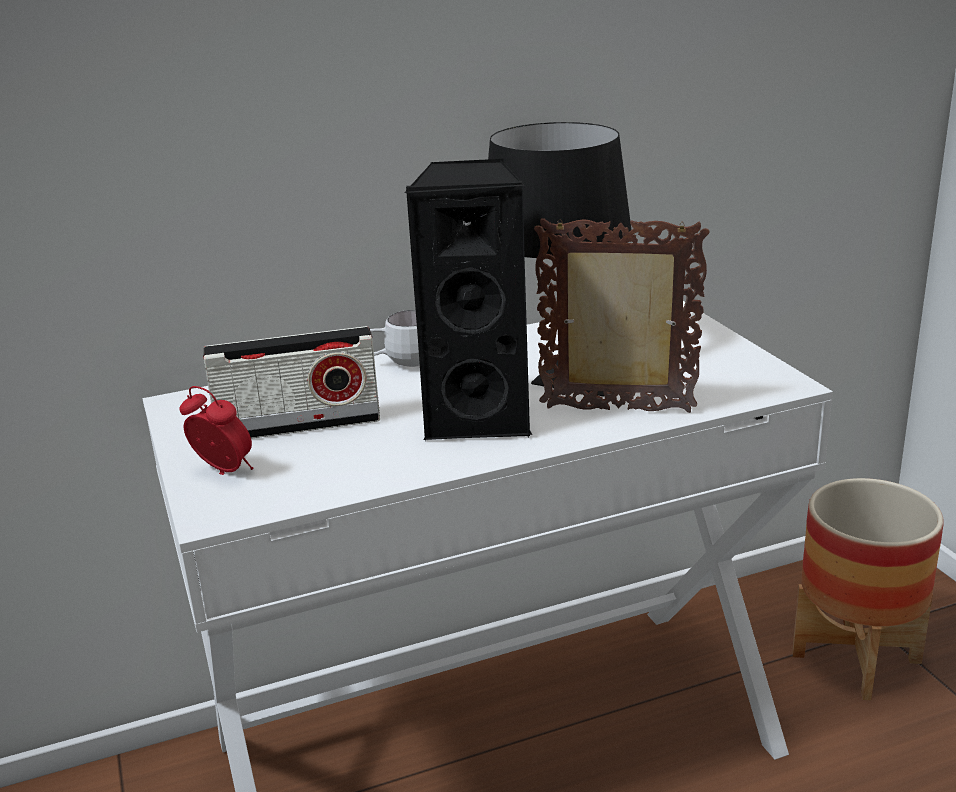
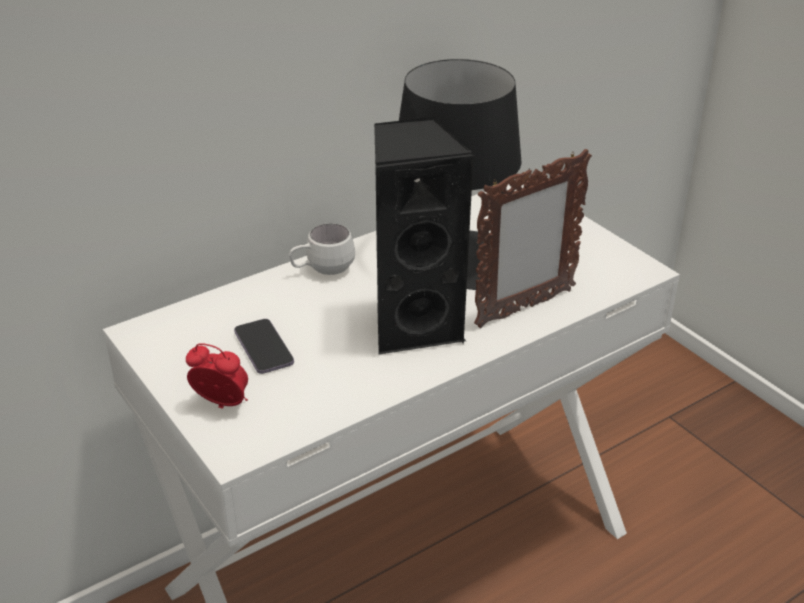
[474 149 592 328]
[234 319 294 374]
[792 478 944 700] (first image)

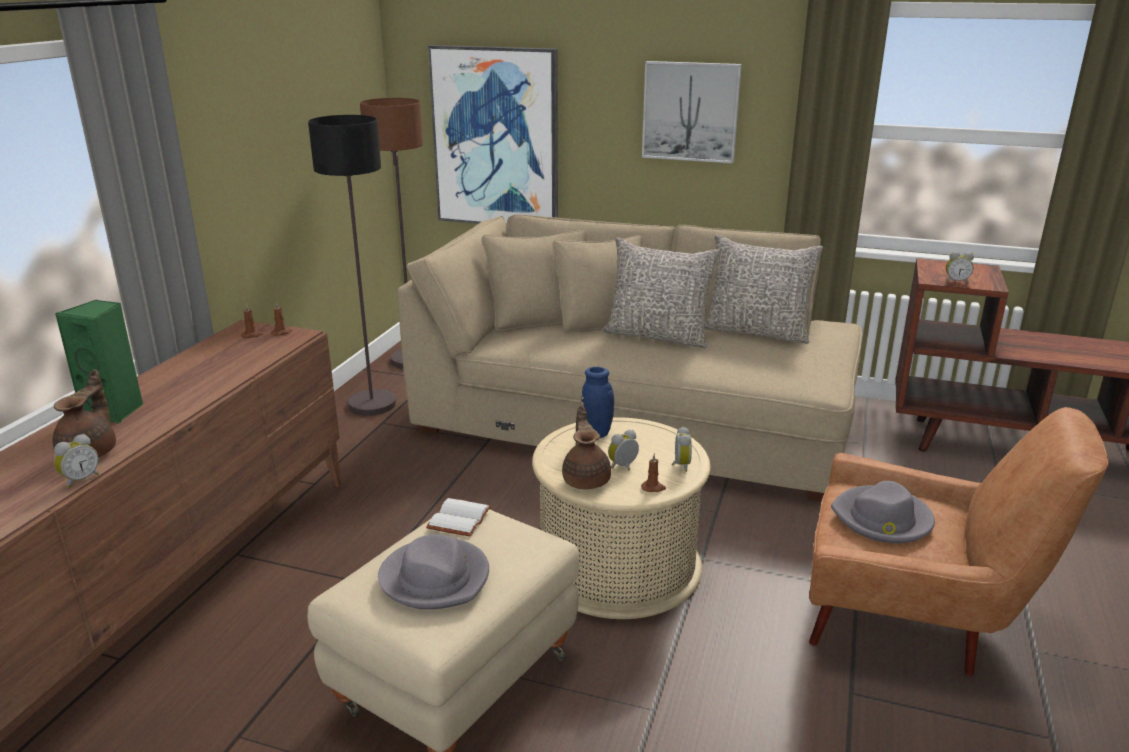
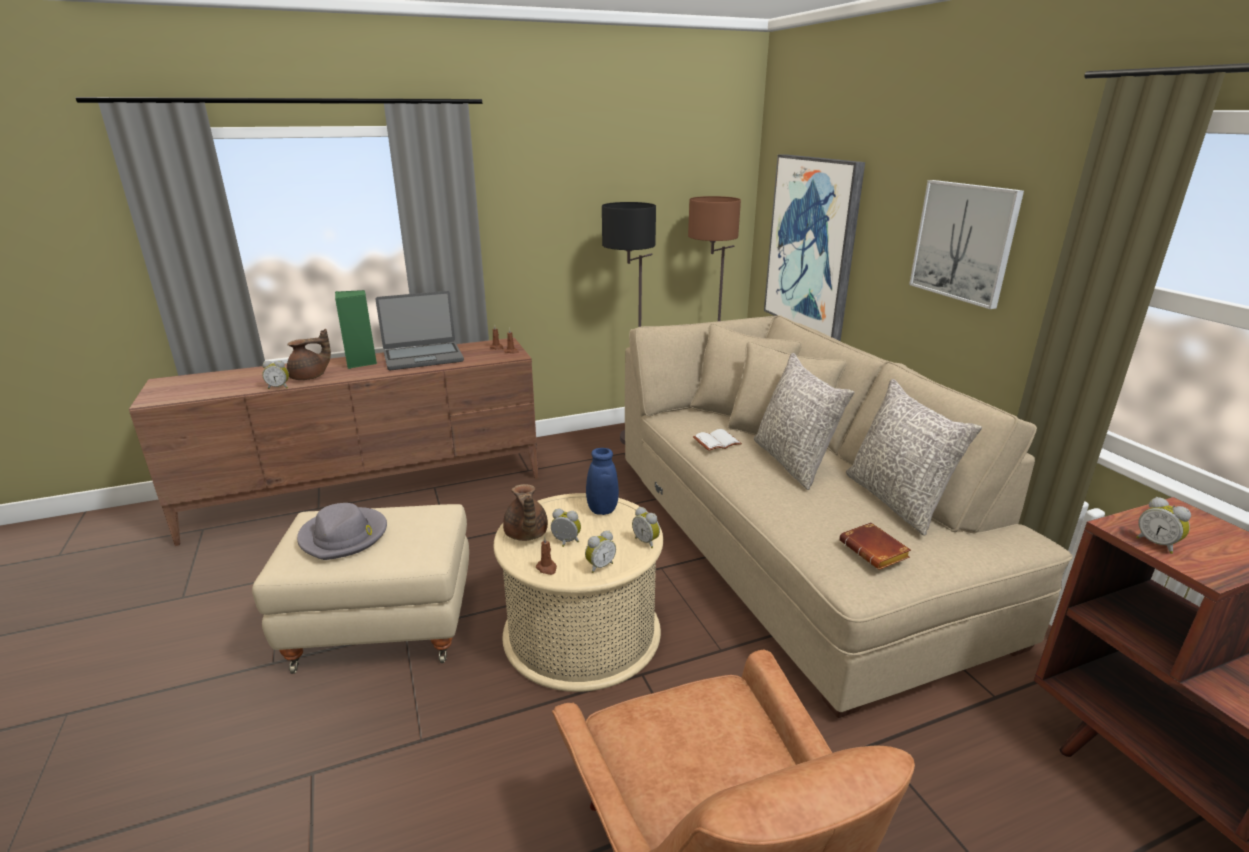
[503 484 548 541]
[831 481 935 543] (first image)
[693 429 742 451]
[375 291 464 370]
[632 507 660 548]
[839 522 911 570]

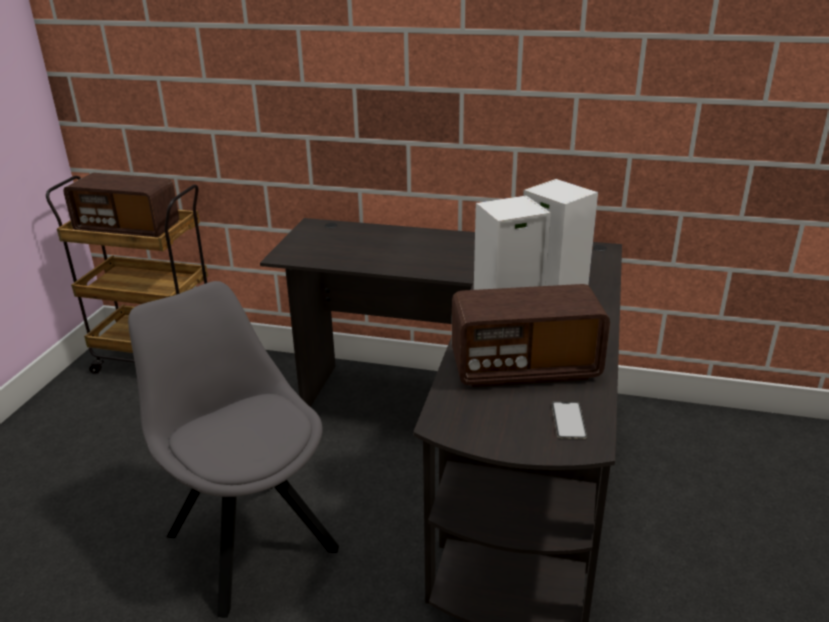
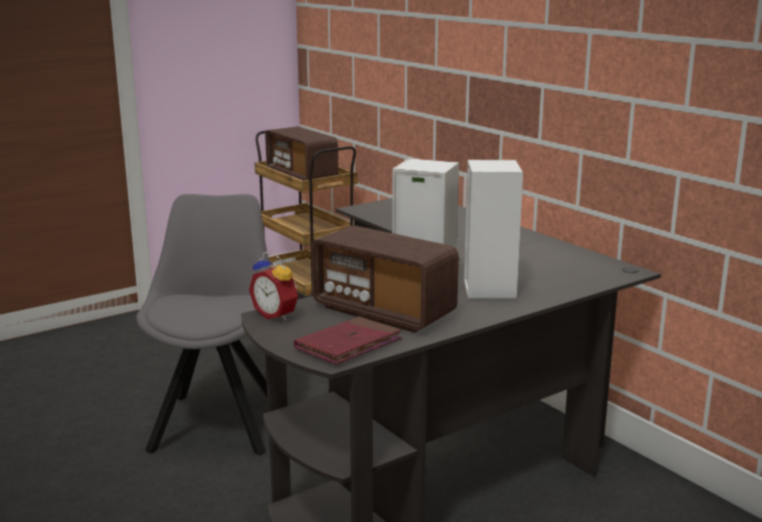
[294 316 401 364]
[249 252 298 321]

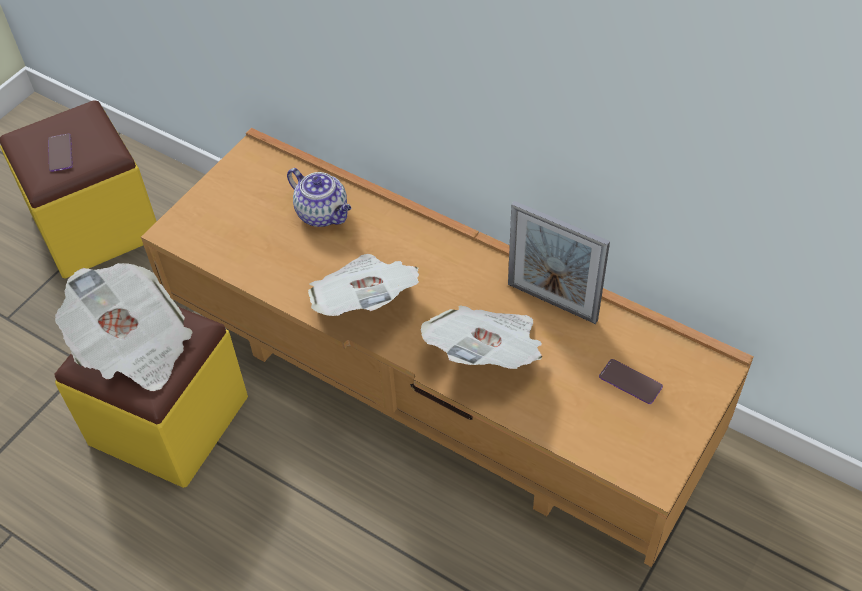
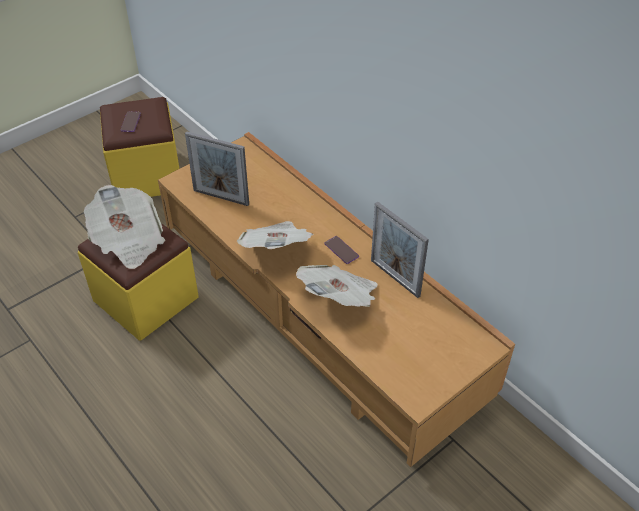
[287 168 351 227] (first image)
[324 236 359 264]
[185 131 249 206]

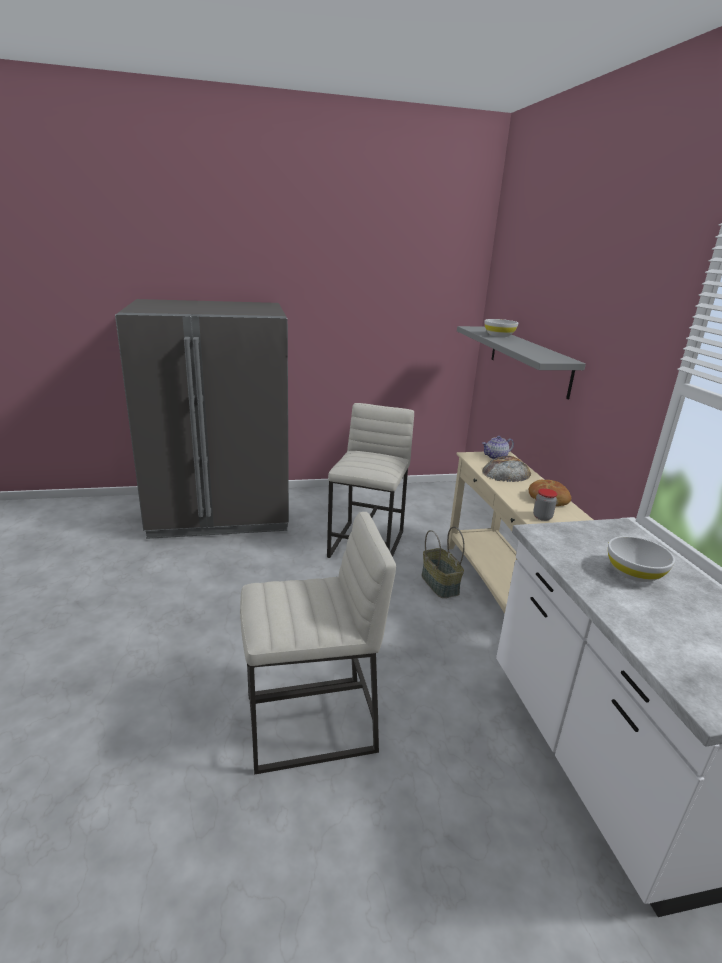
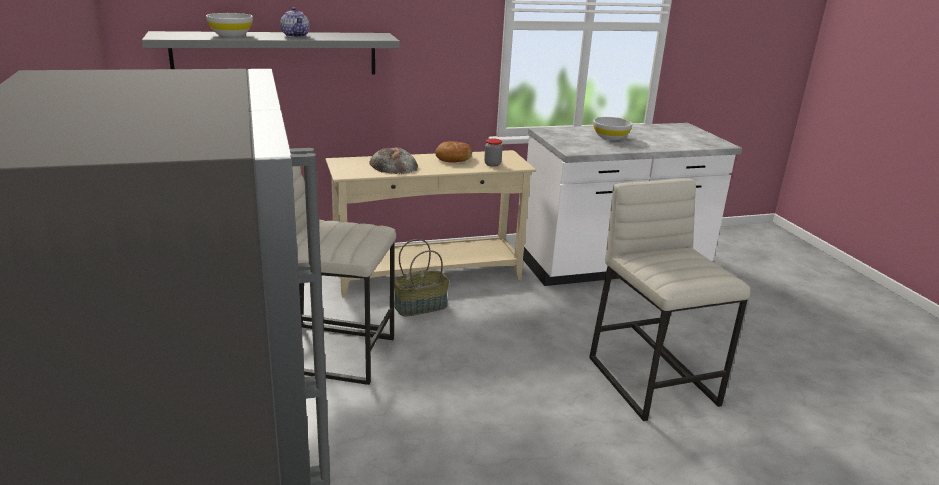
[280 7 309 37]

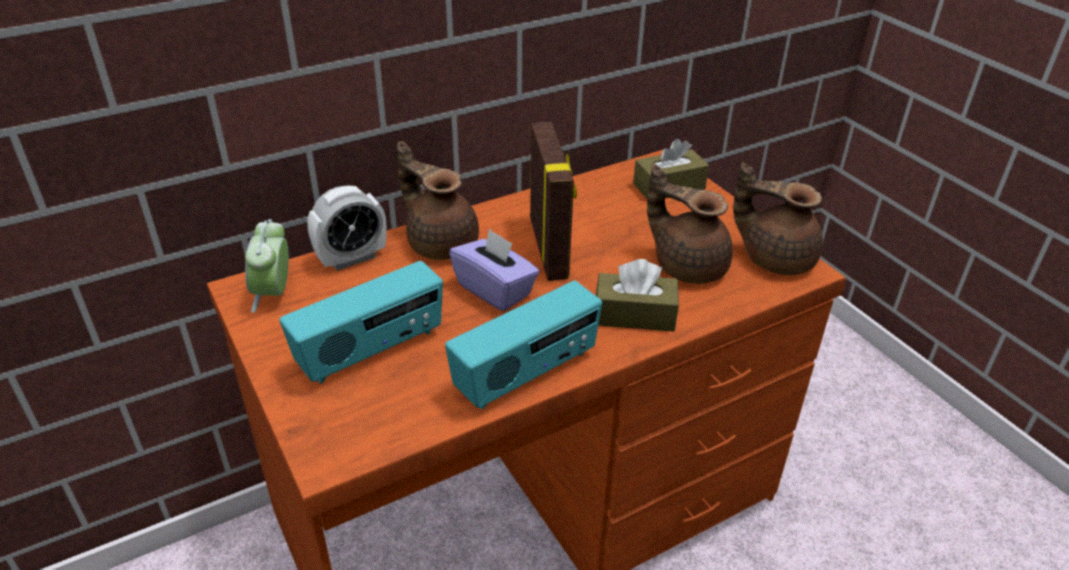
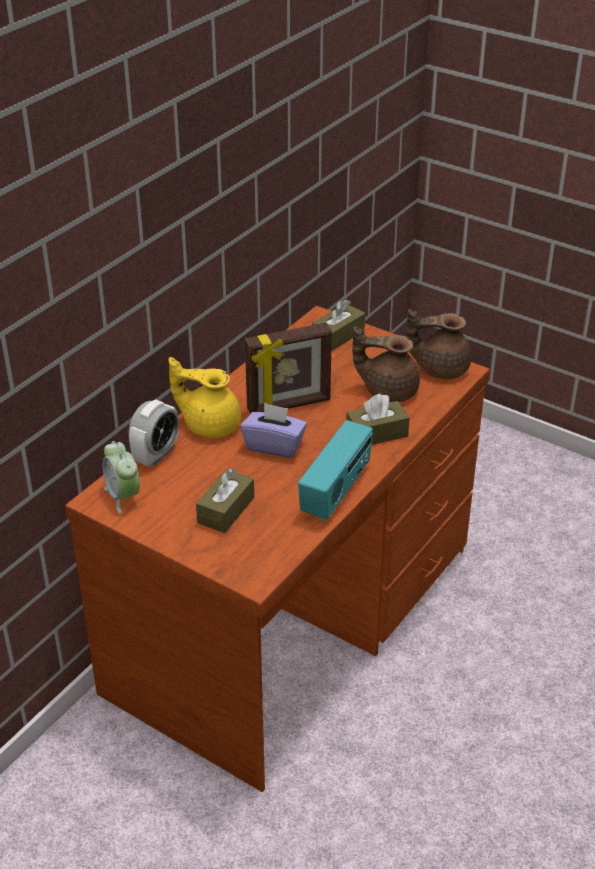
[245 323 332 414]
[169 357 241 438]
[196 468 254 533]

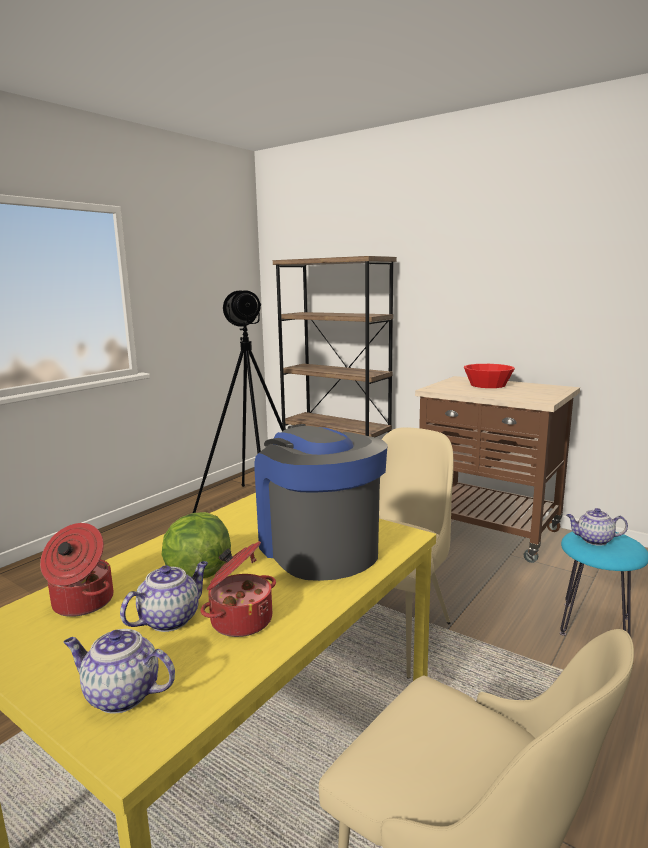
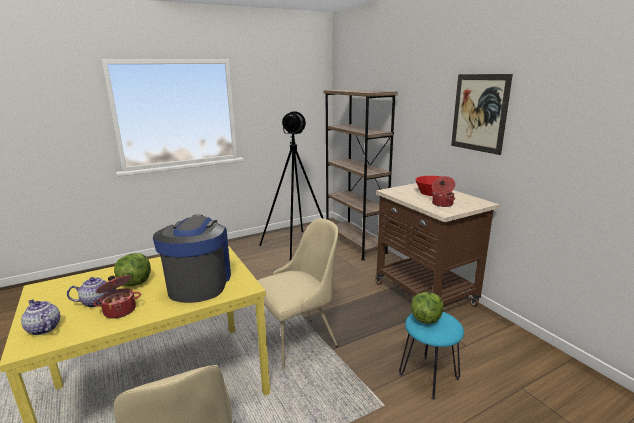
[411 292 443 324]
[431 176 456 207]
[451 74 513 155]

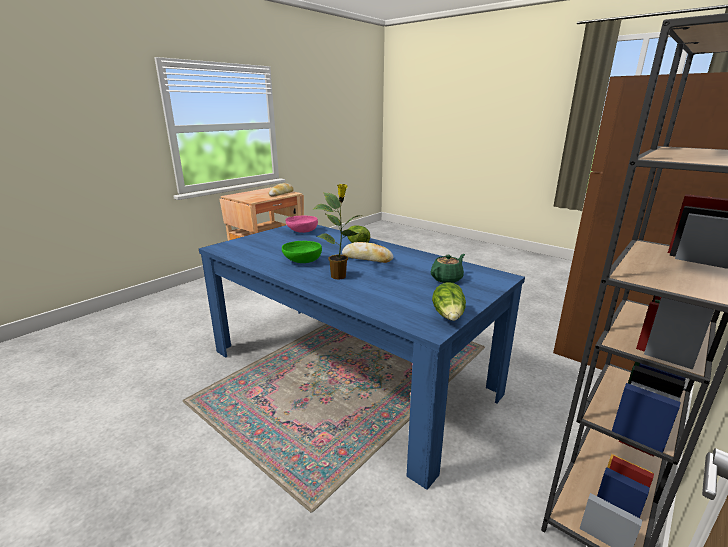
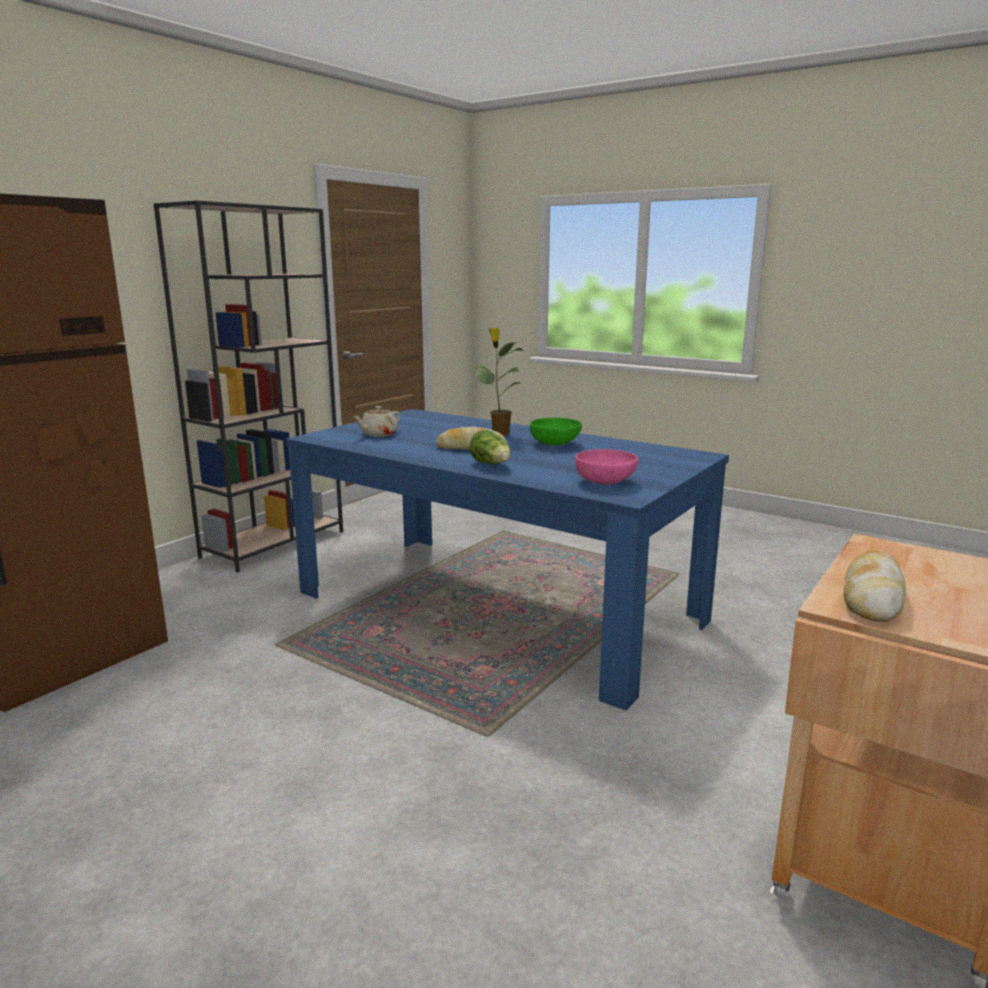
[354 406 400 437]
[432 282 466 321] (first image)

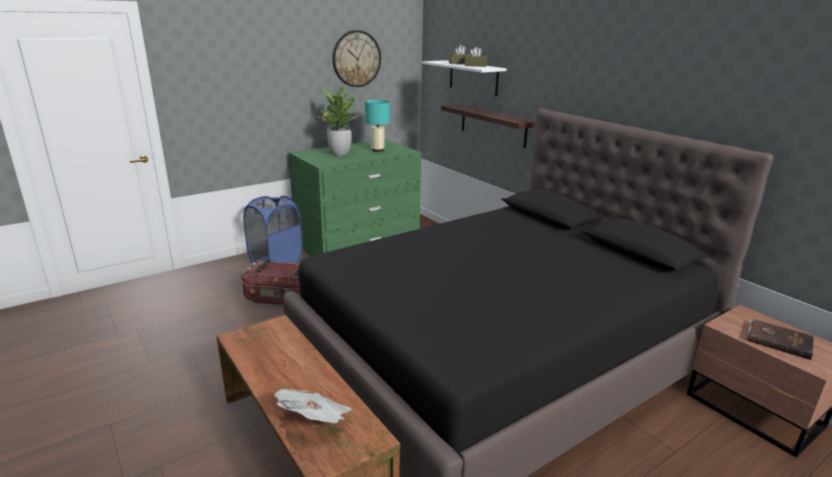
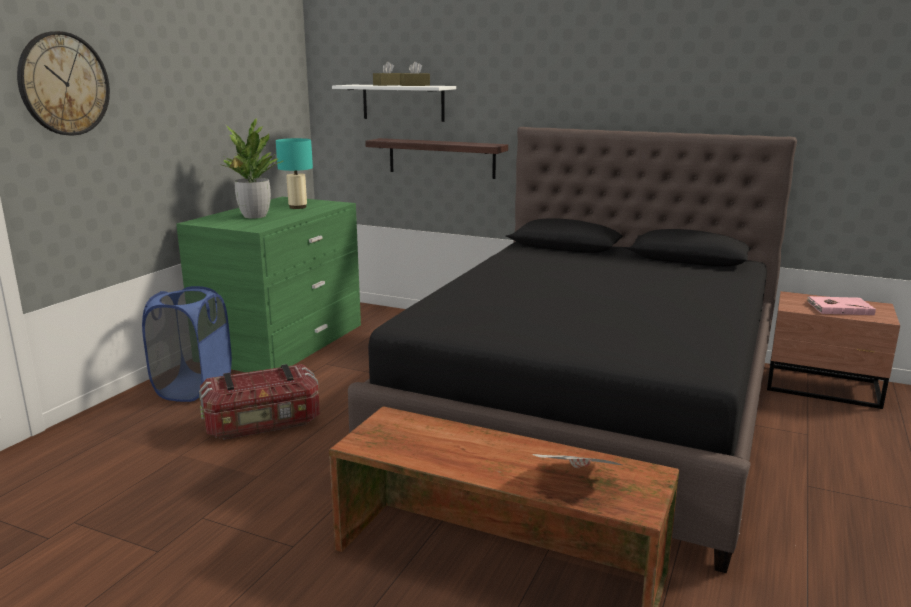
[17 31 110 135]
[807 296 876 315]

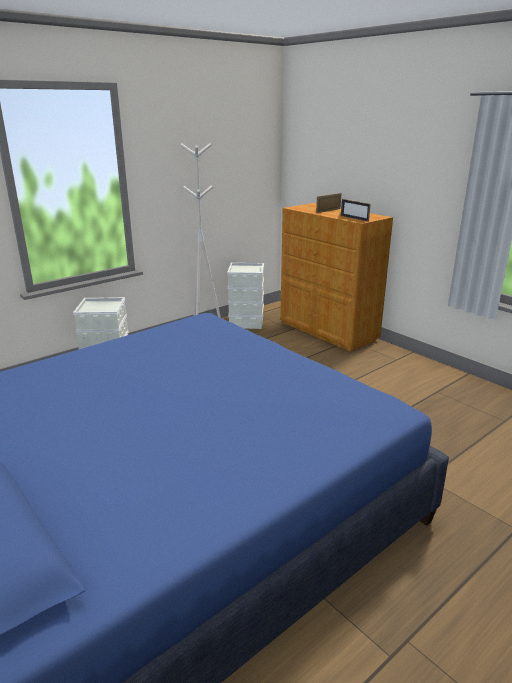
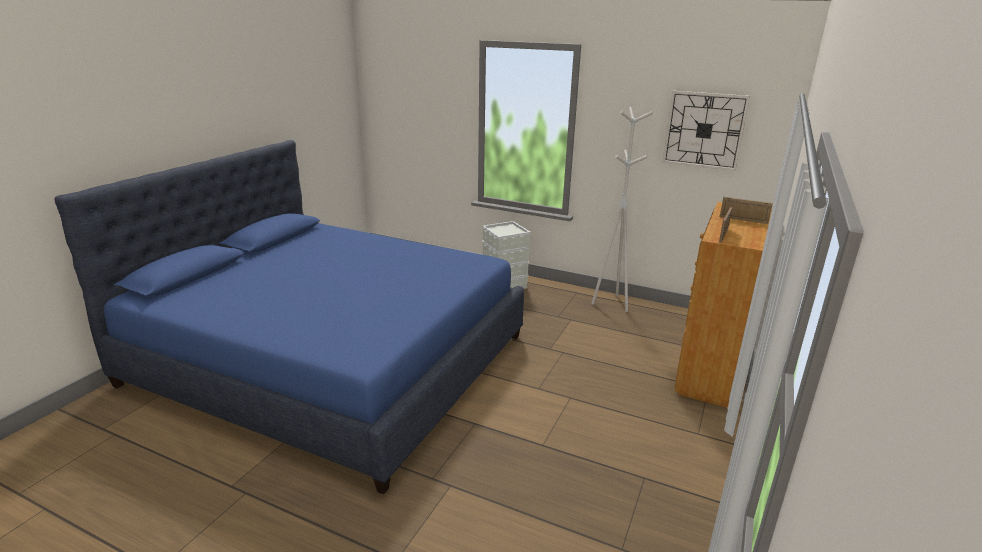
[227 263 264 329] (first image)
[662 91 750 171]

